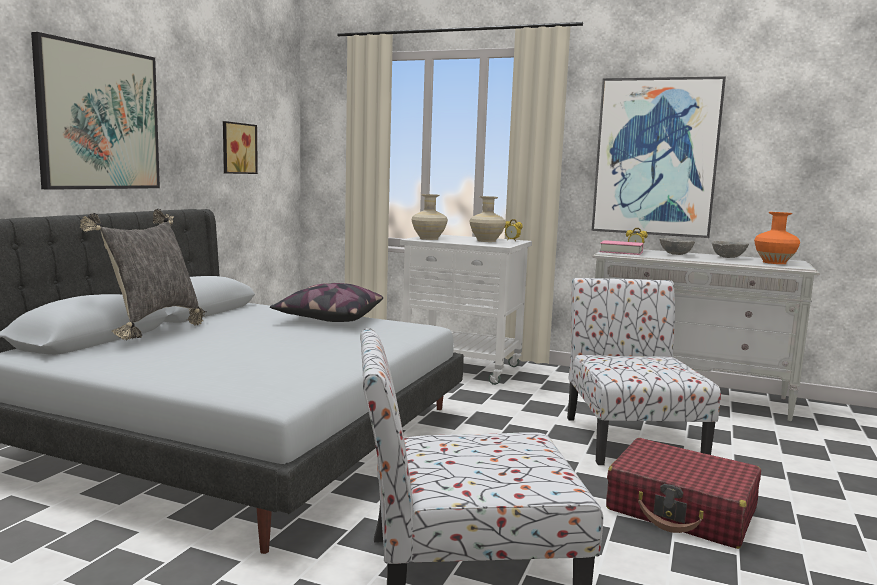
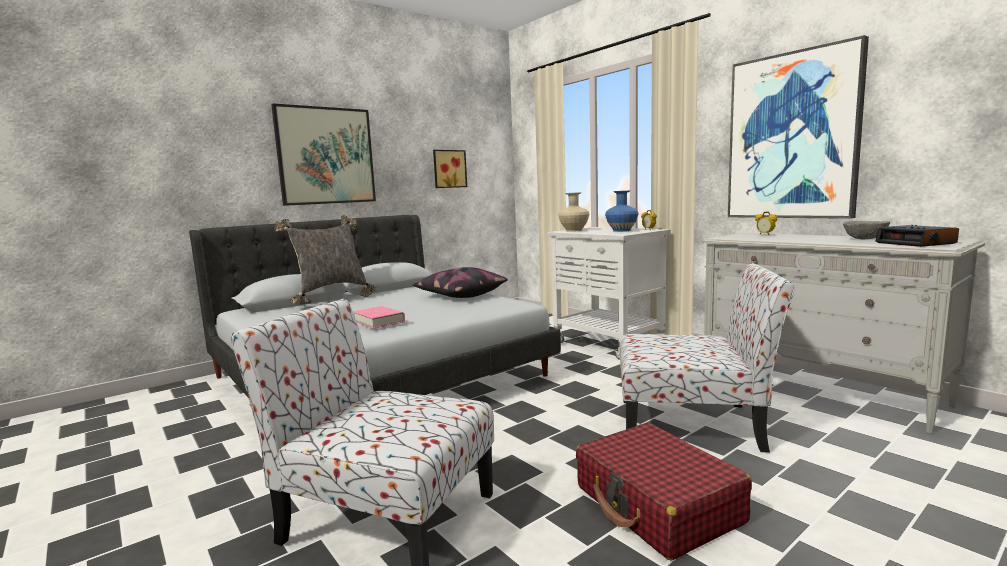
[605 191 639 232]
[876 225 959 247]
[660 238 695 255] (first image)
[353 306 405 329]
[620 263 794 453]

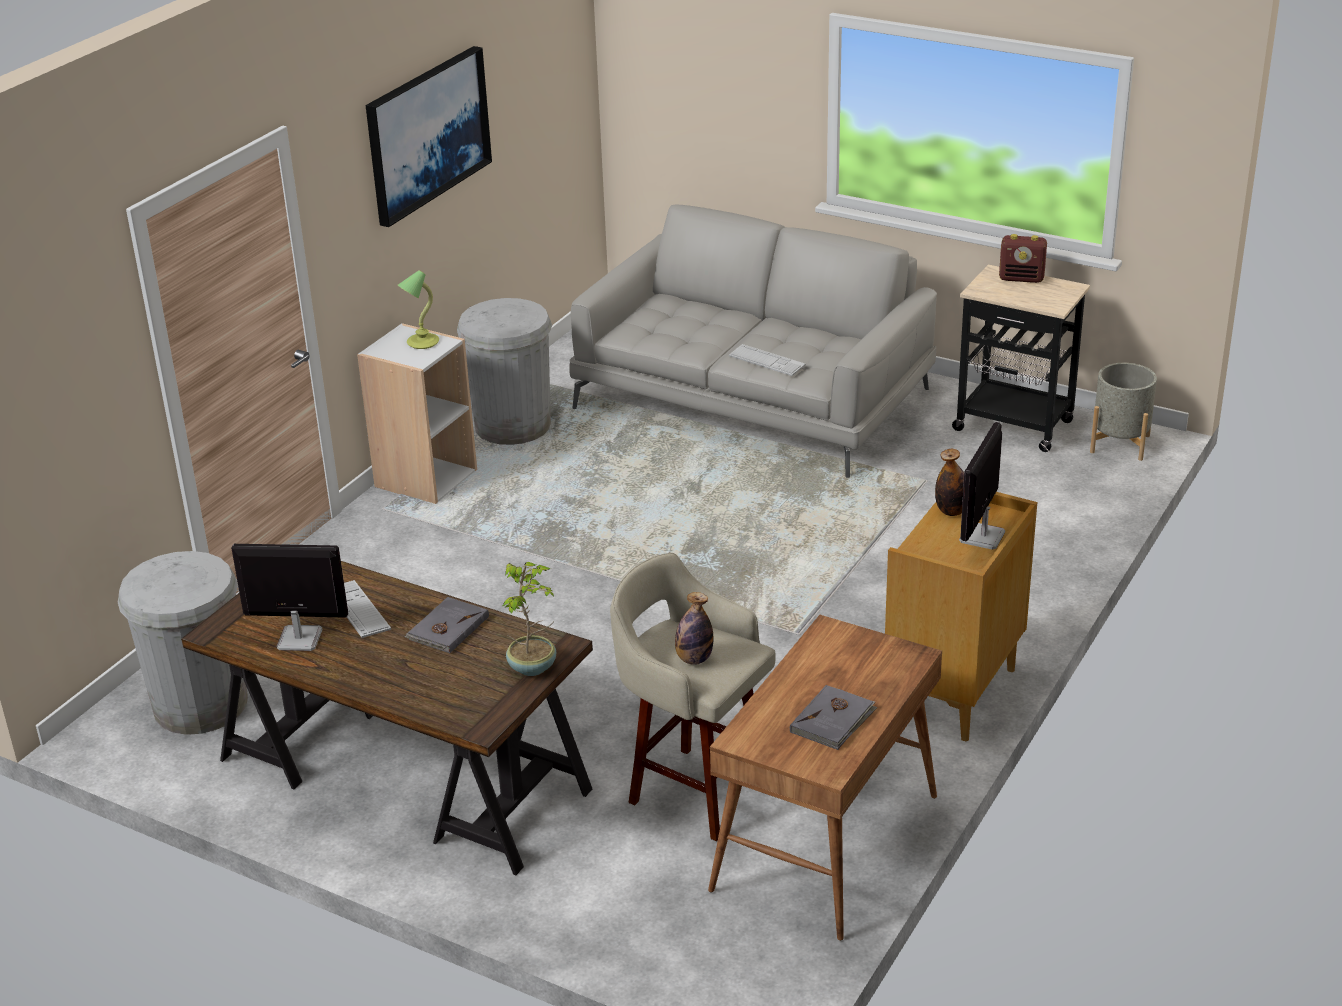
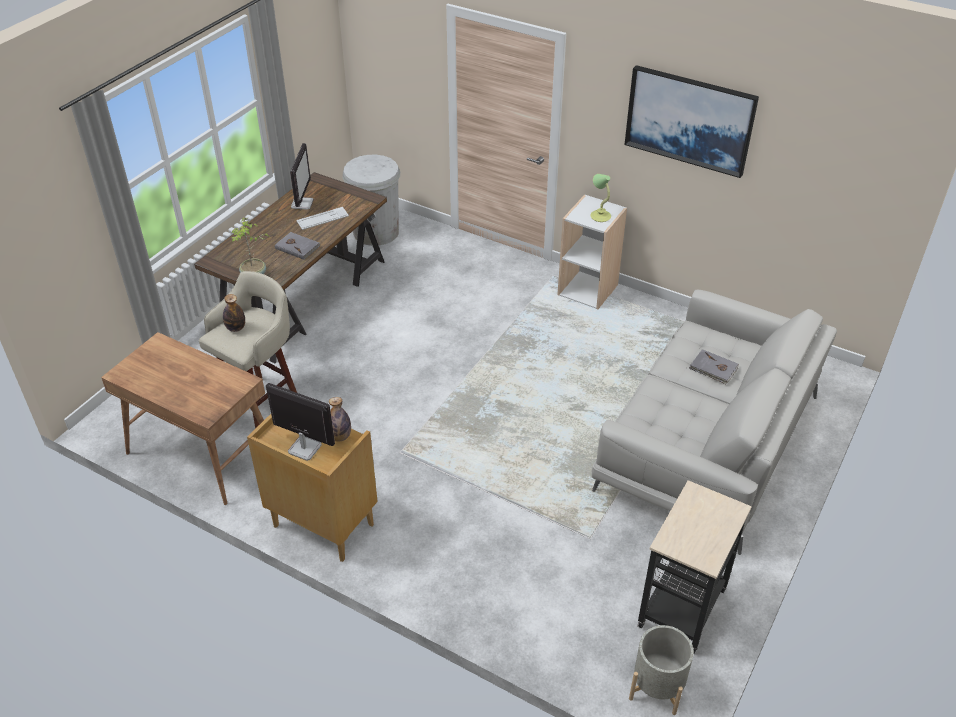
[999 234 1047 283] (first image)
[457 298 552 445] (first image)
[729 344 806 376] (first image)
[689 349 738 384]

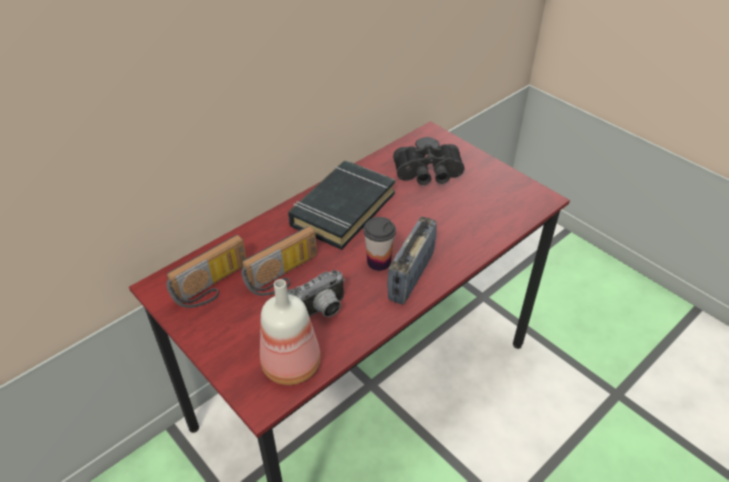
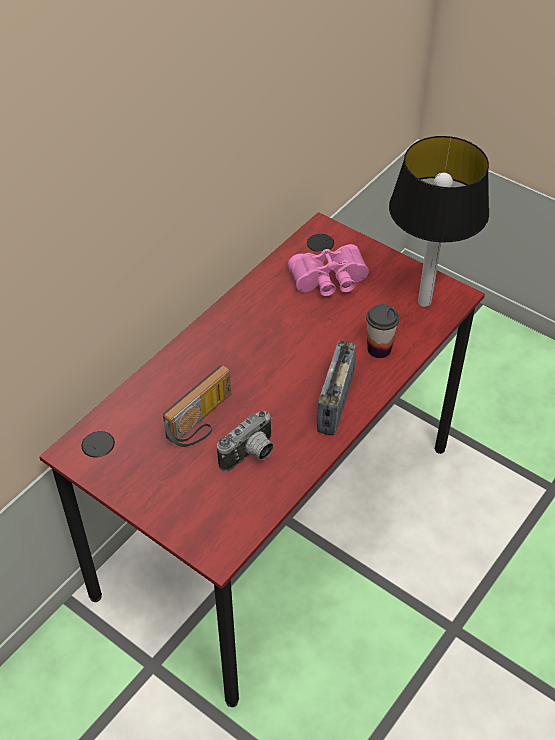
[288 244 369 296]
[288 160 395 250] (first image)
[366 304 399 358]
[166 235 246 308] (first image)
[260 279 321 385] (first image)
[389 136 489 307]

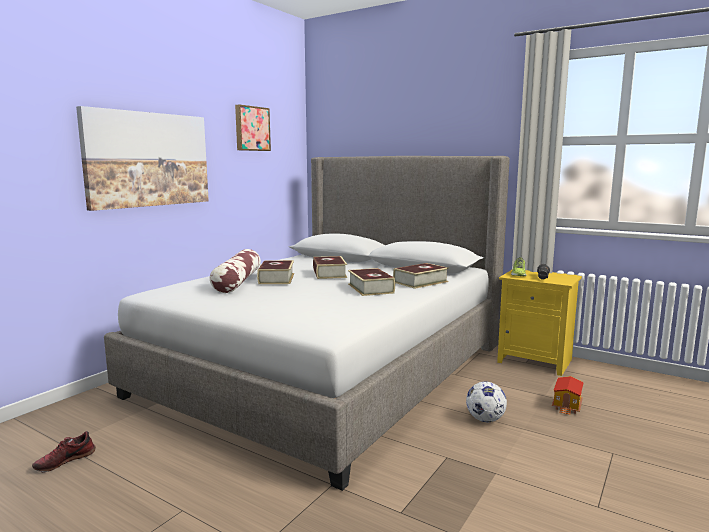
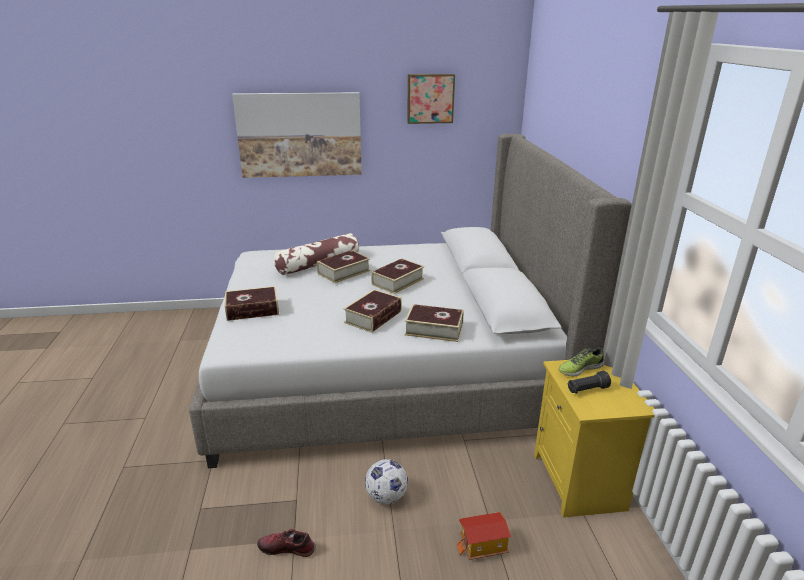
[257 529 316 557]
[225 286 279 321]

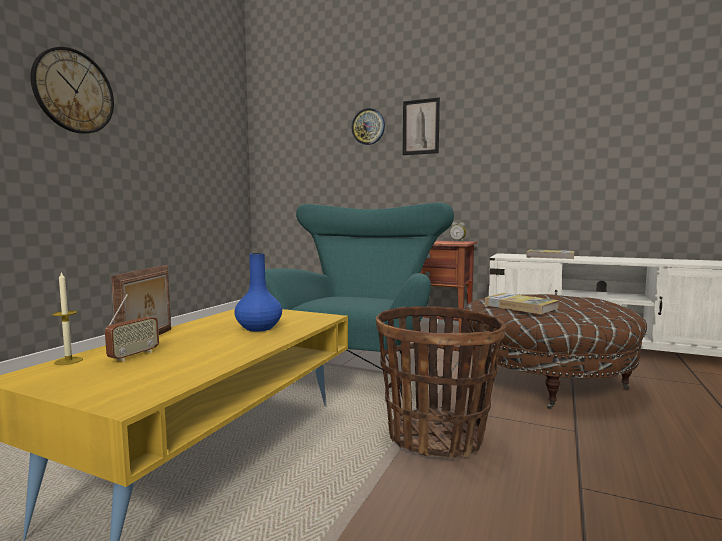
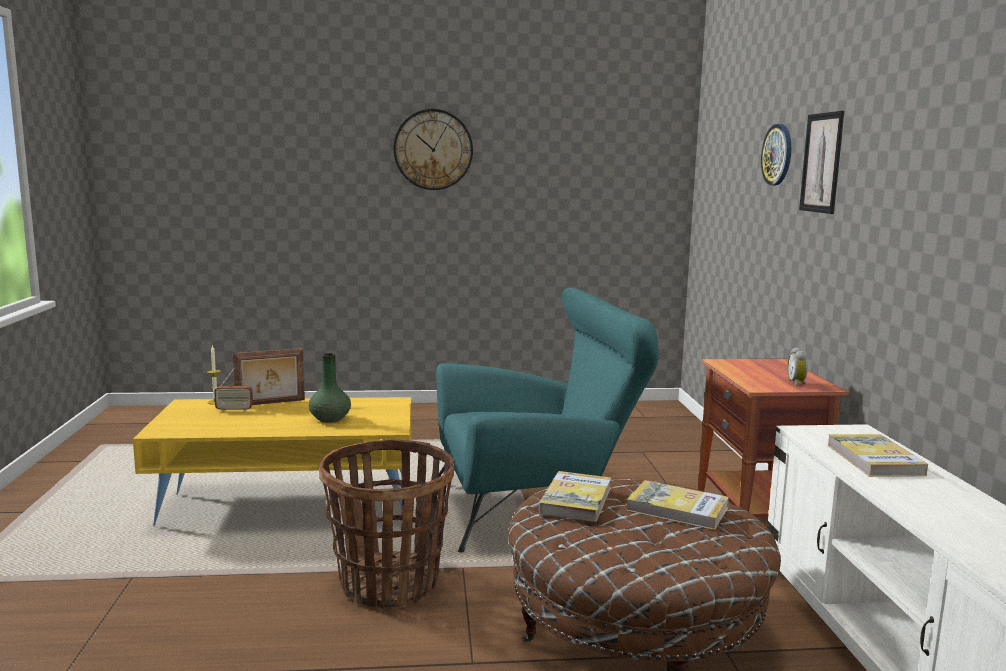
[309 353 351 423]
[626 480 729 530]

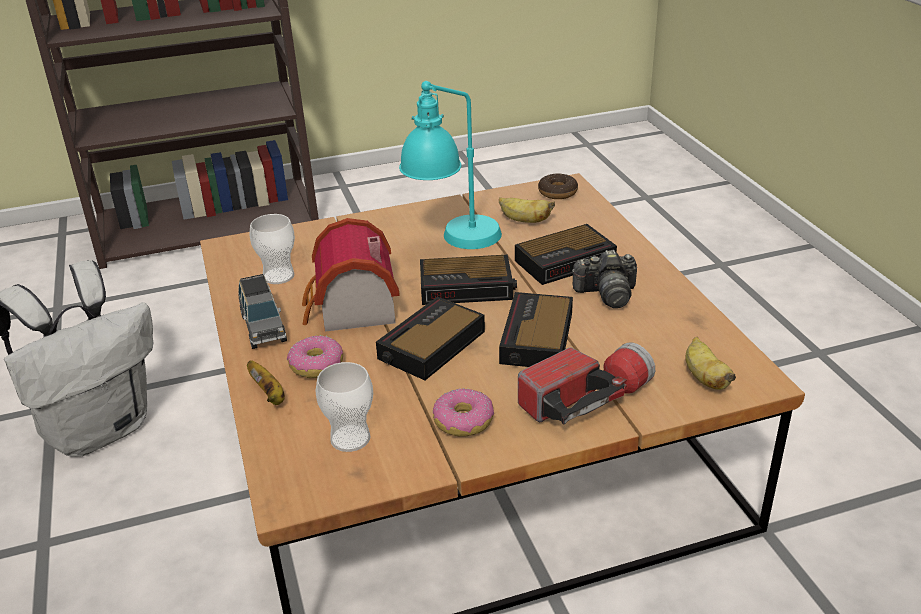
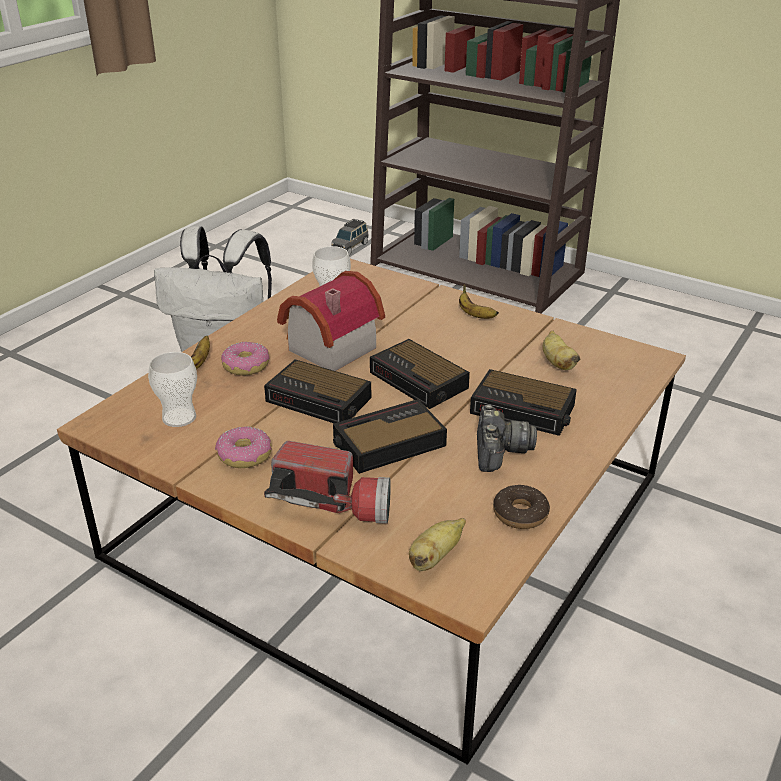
[399 81 502 249] (first image)
[493 485 550 529]
[477 404 537 472]
[331 219 369 256]
[264 359 371 423]
[459 285 499 319]

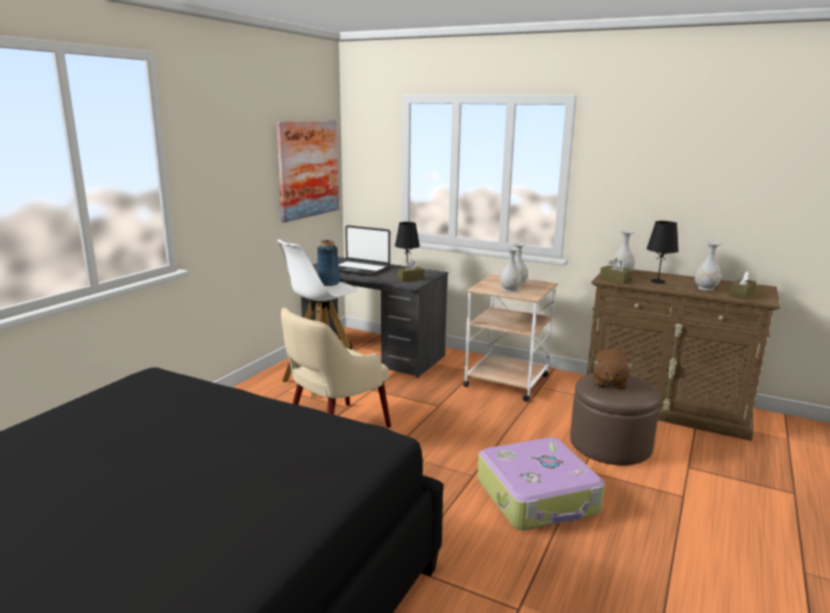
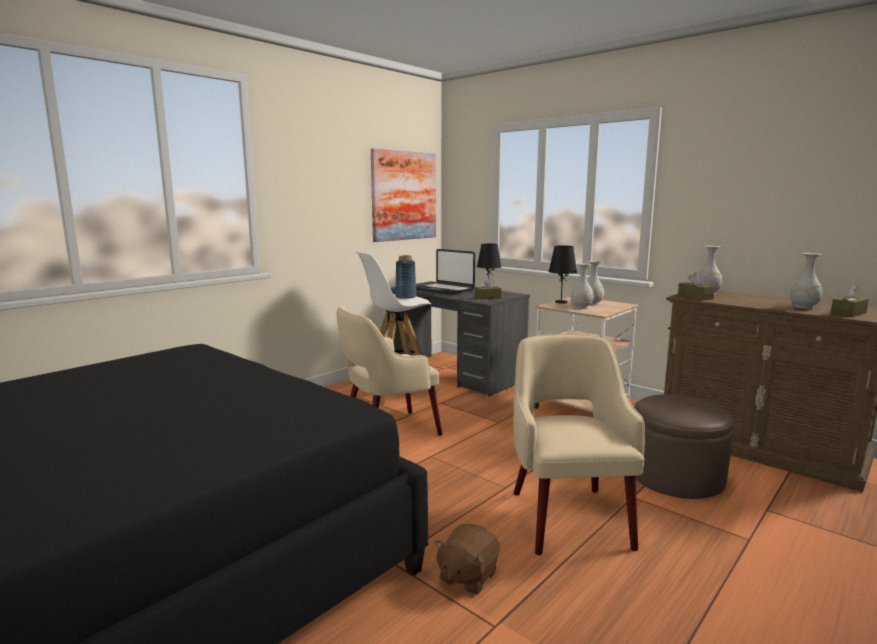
[548 245 577 303]
[434 524 499 594]
[514 334 645 555]

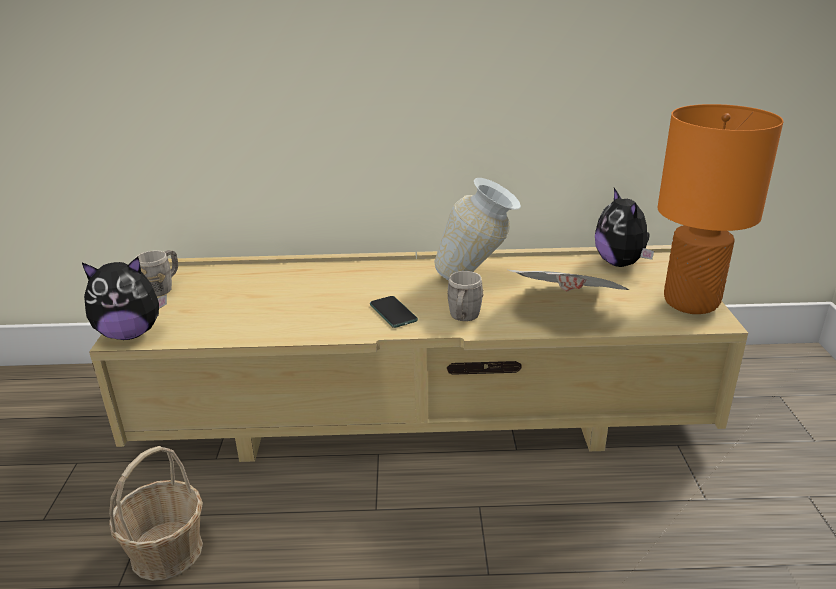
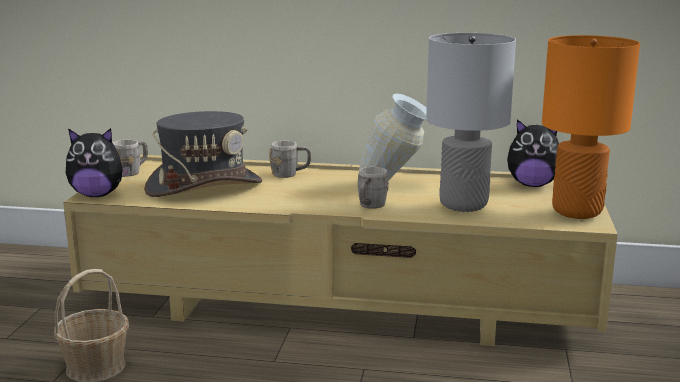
[507 119 559 187]
[426 33 516 212]
[370 296 418 328] (first image)
[144 111 262 197]
[269 141 311 178]

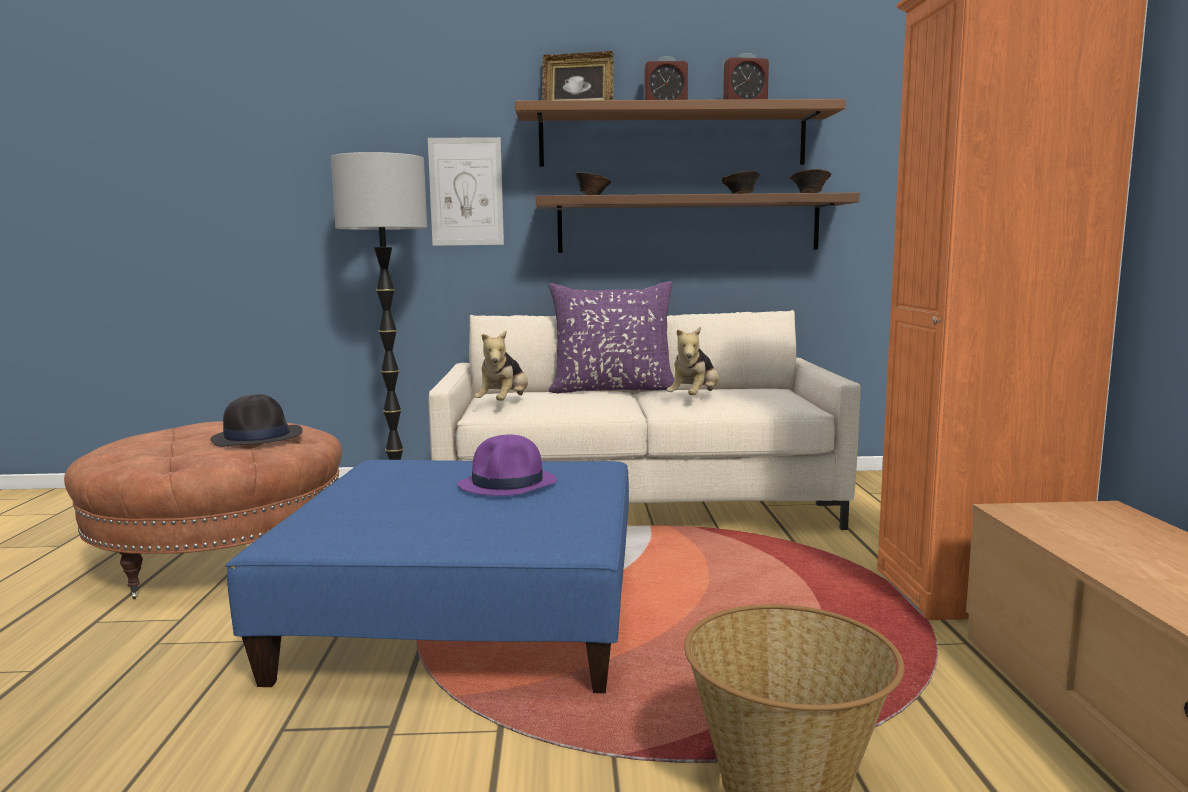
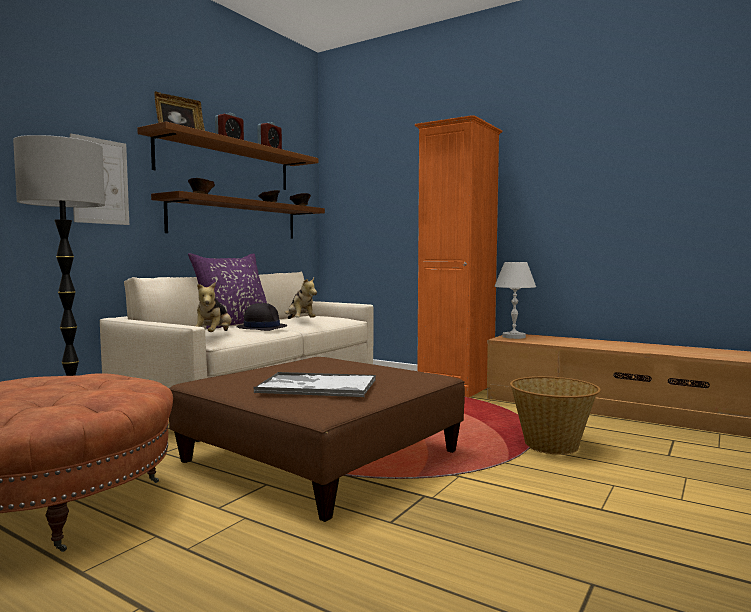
[196 282 231 332]
[237 303 287 331]
[458 435 557 496] (first image)
[169 357 465 522]
[494 262 536 339]
[254 372 376 397]

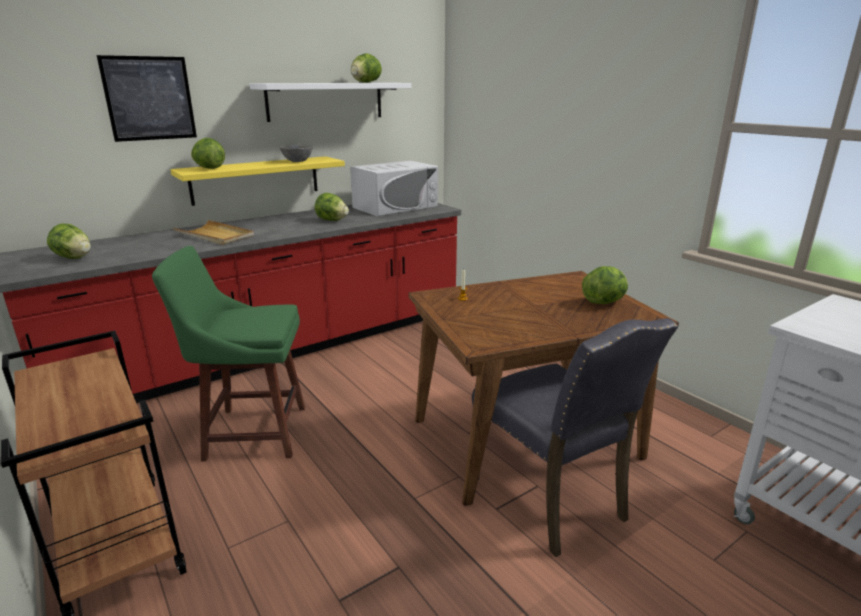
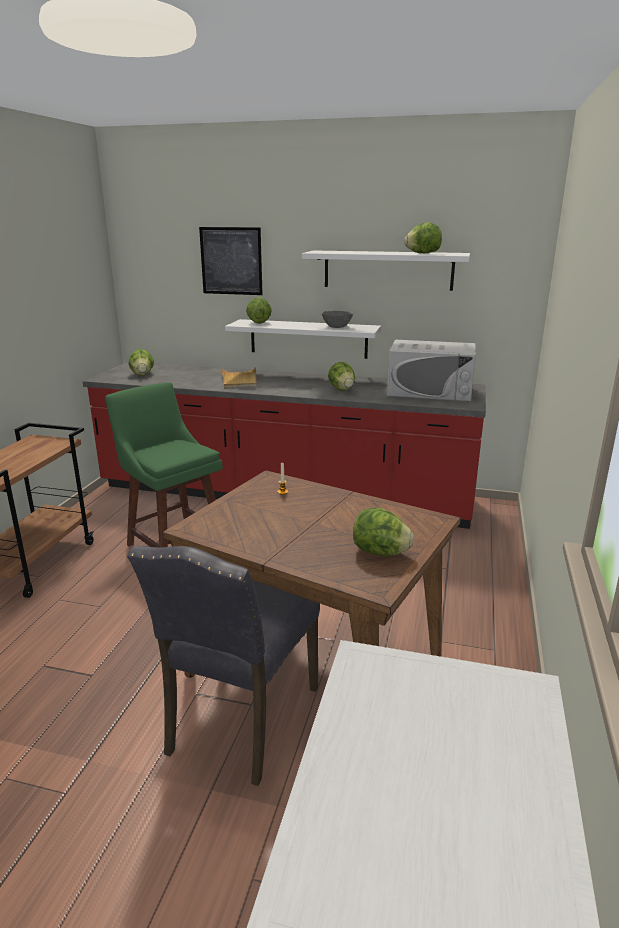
[225 319 381 359]

